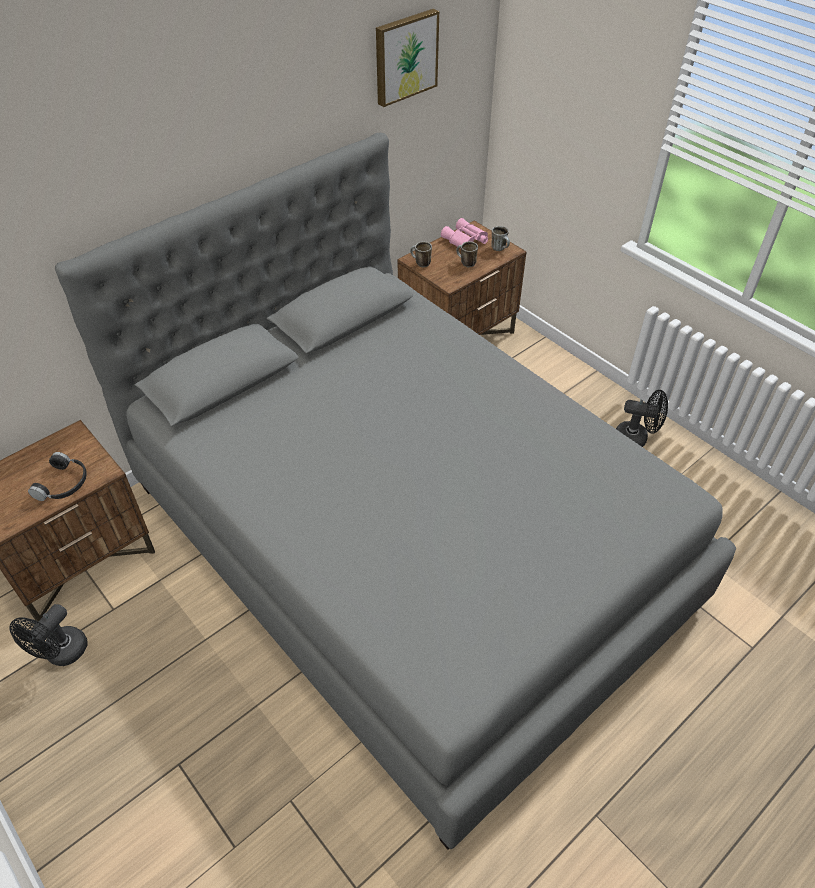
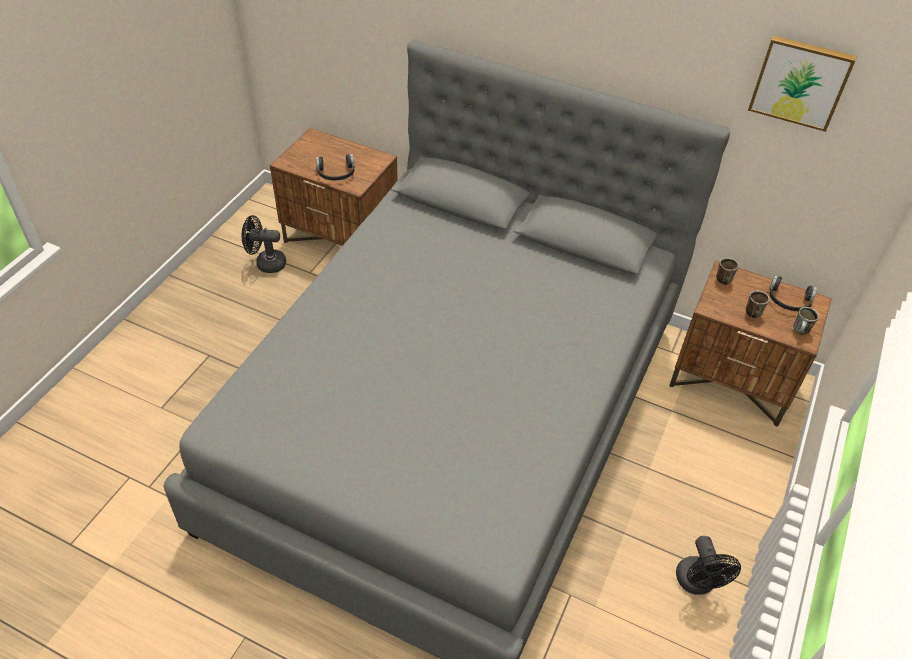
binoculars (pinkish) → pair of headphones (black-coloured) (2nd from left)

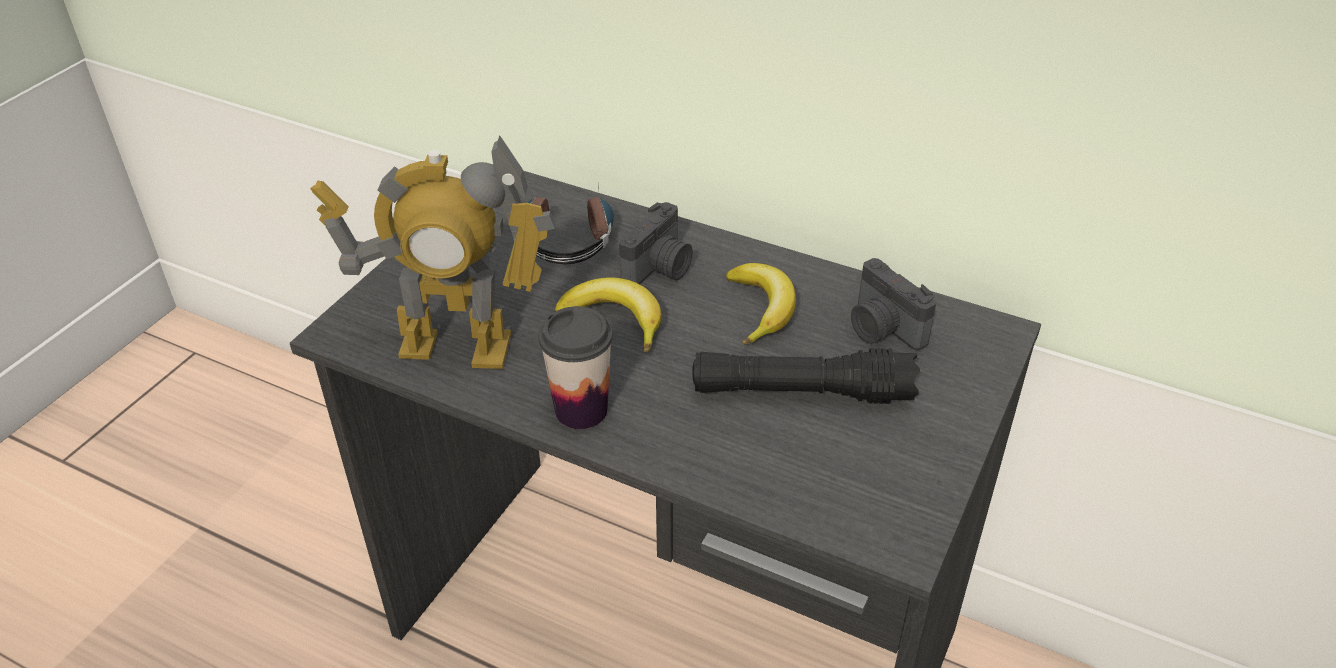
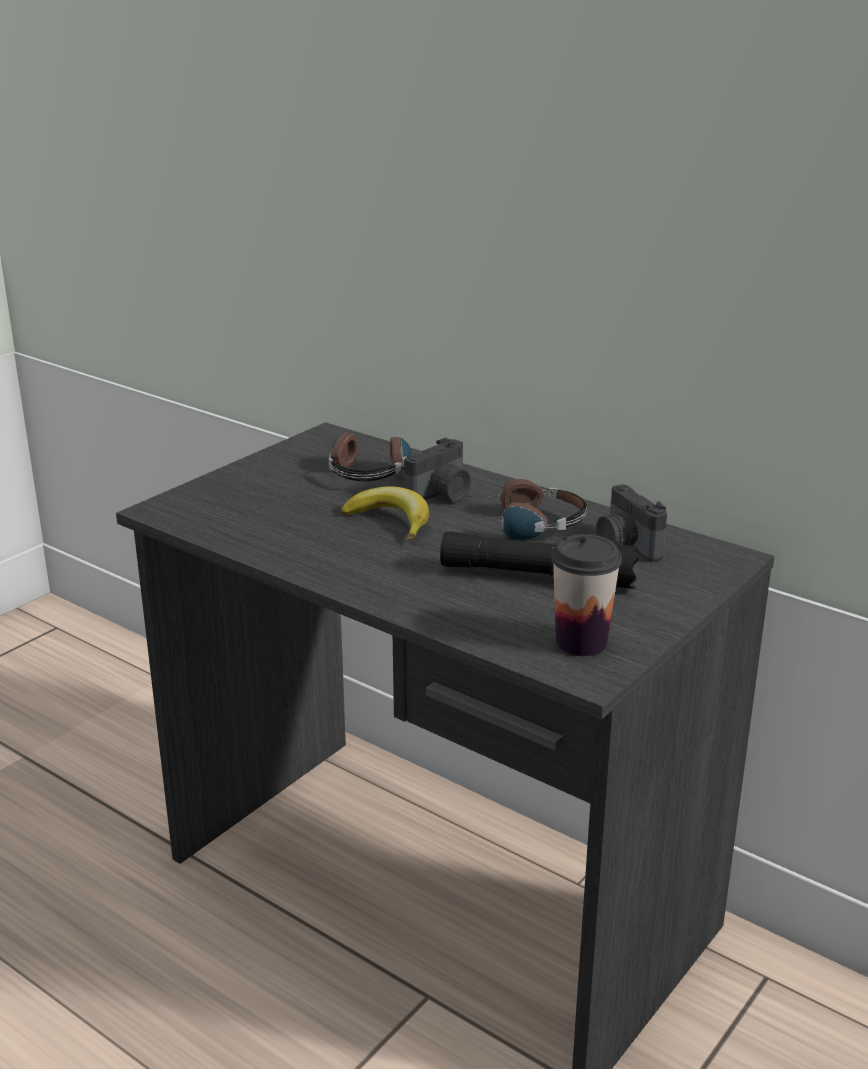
banana (2nd from left) → pair of headphones (2nd from left)
drinking cup, moved
model robot → -

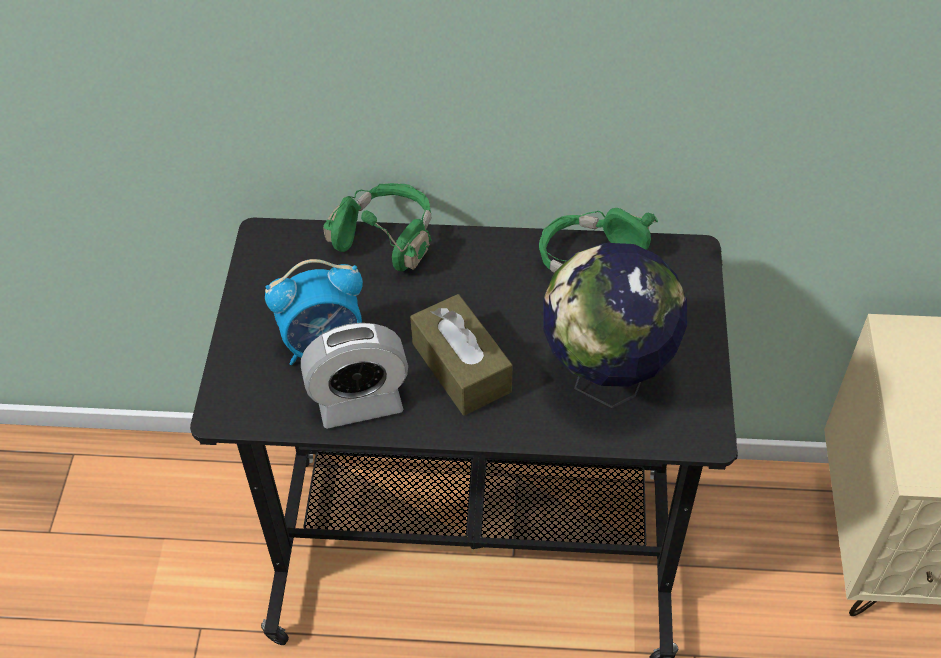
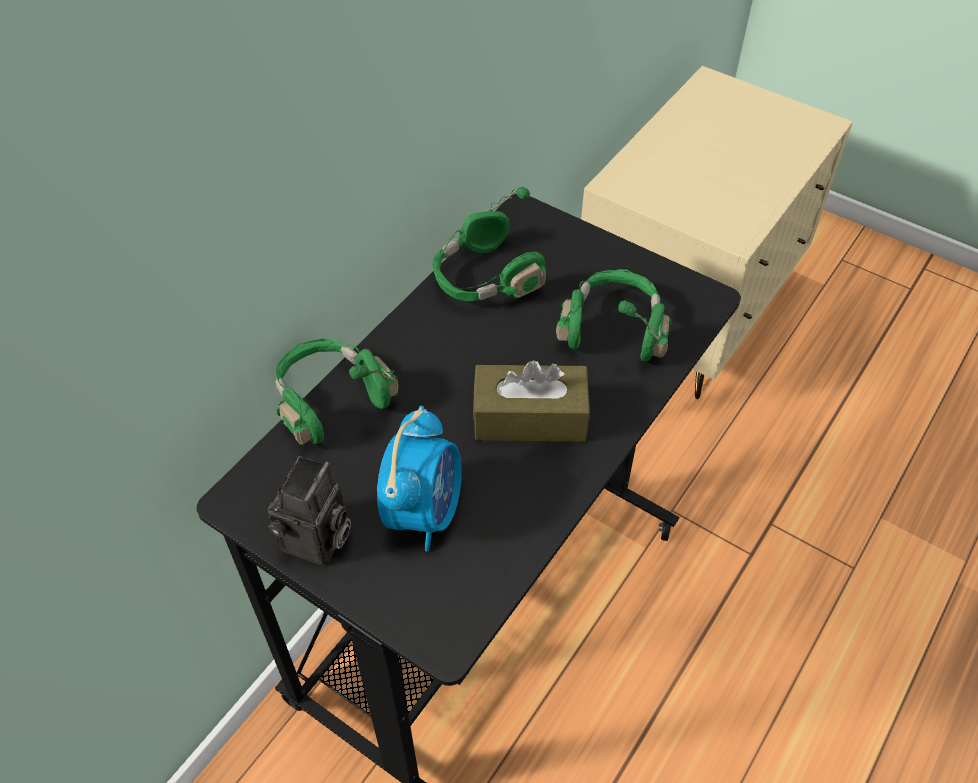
- → photo camera
world globe → pair of headphones (green-coloured) (3rd from left)
table clock (2nd from left) → -

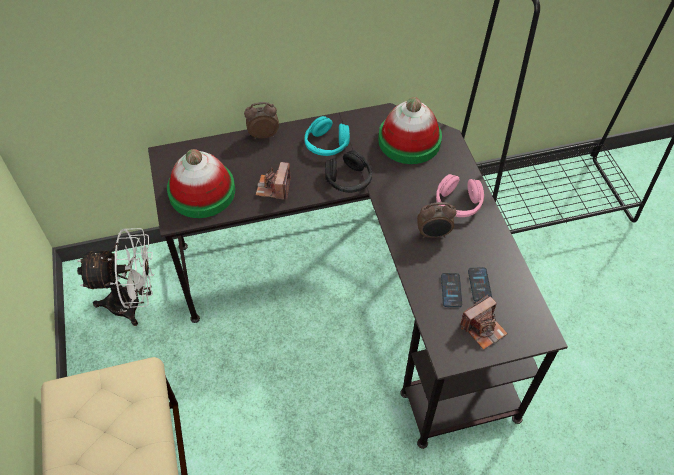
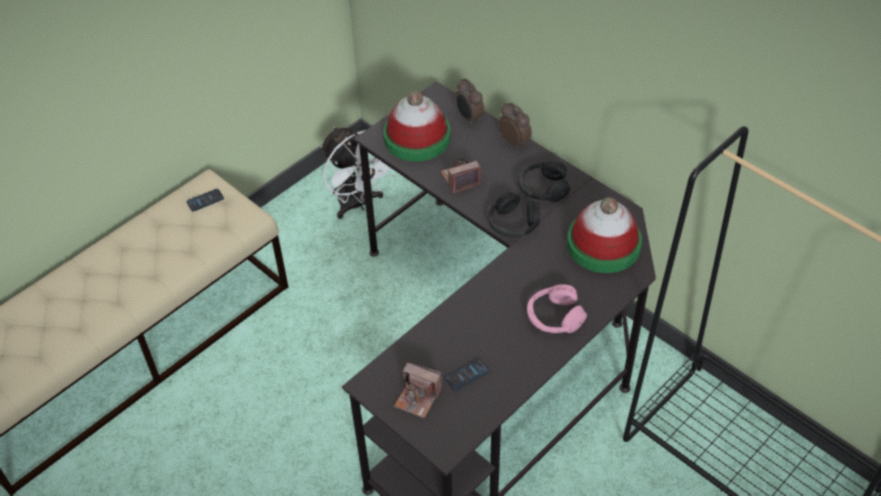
handset (1st from left), moved
table clock (2nd from left in the first image) → table clock (1st from left), moved
pair of headphones (blue-green) → pair of headphones (black-coloured) (2nd from left)

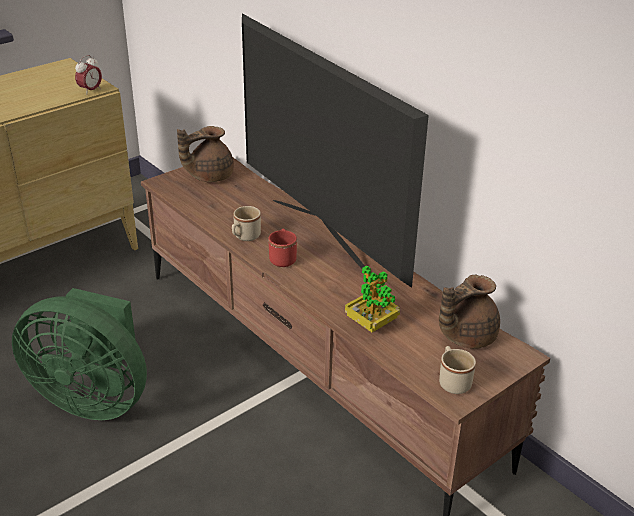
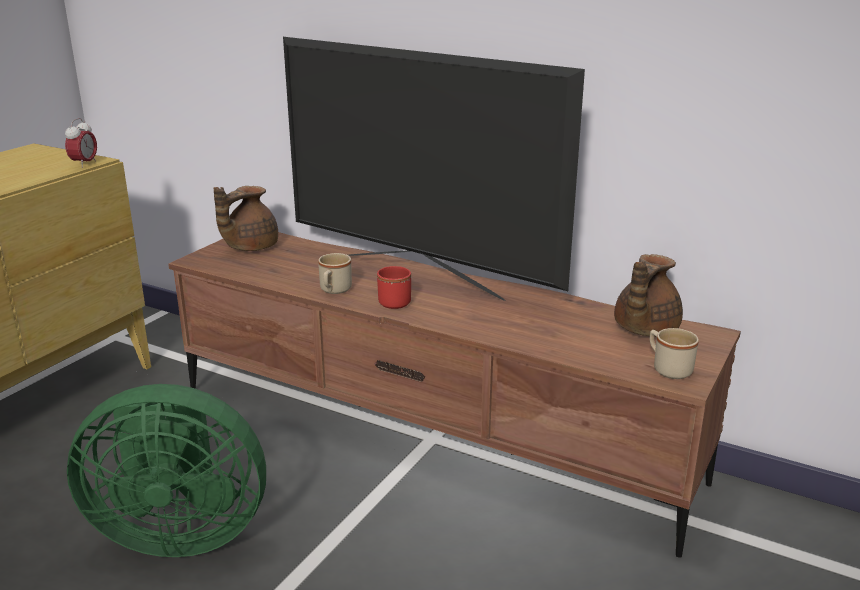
houseplant → -

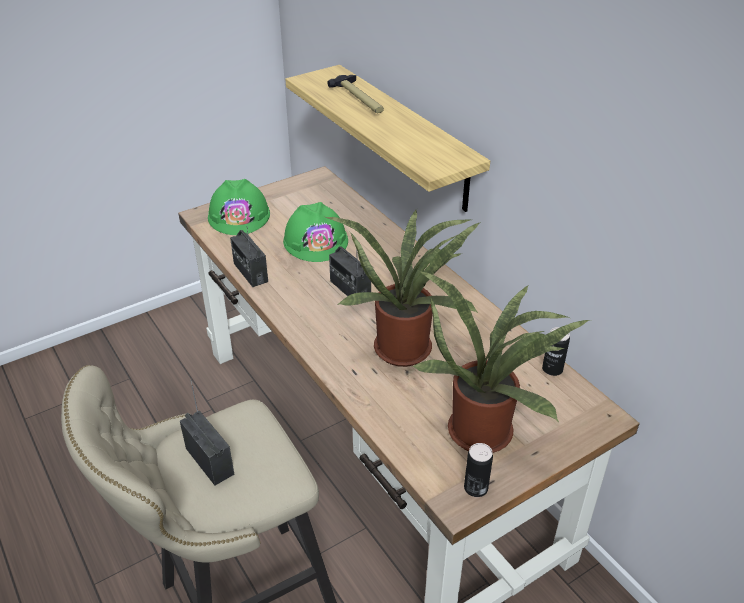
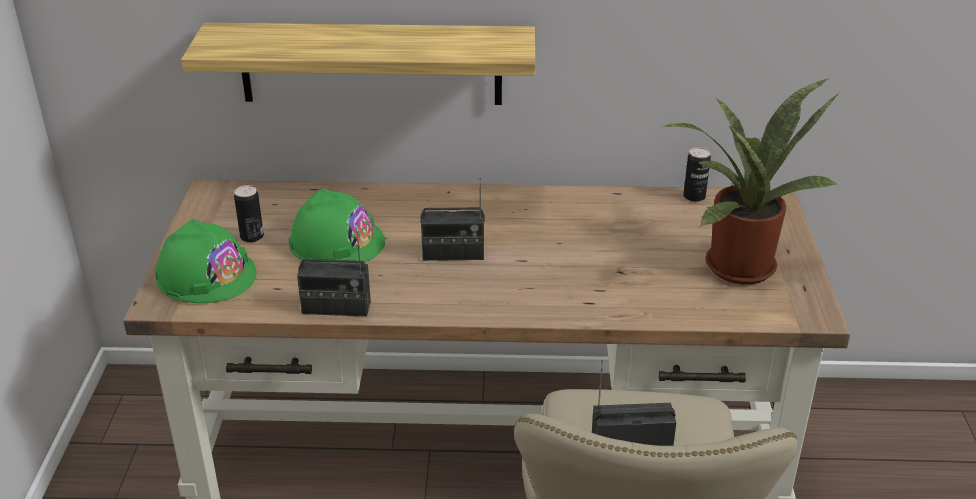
sealed can (1st from left), moved
houseplant (1st from left) → -
hammer → -

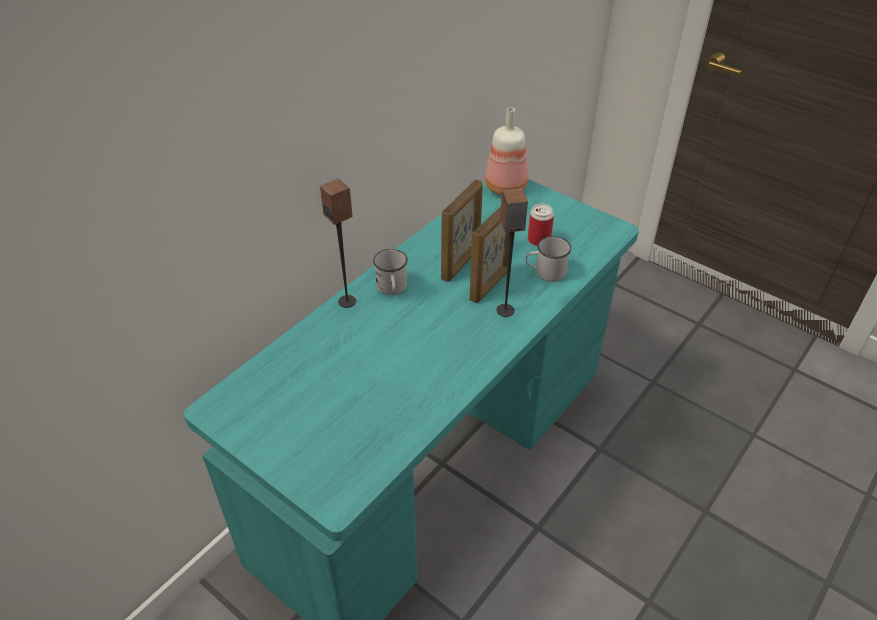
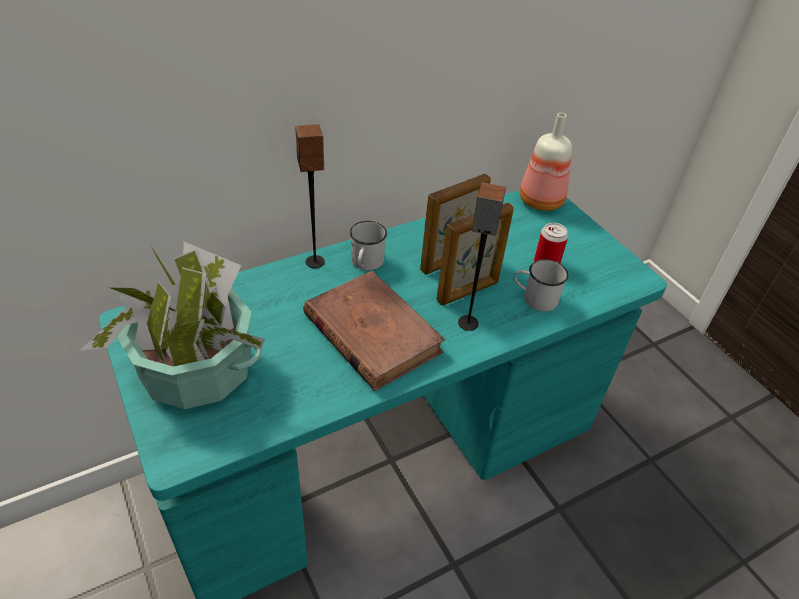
- → houseplant
- → book (brown)

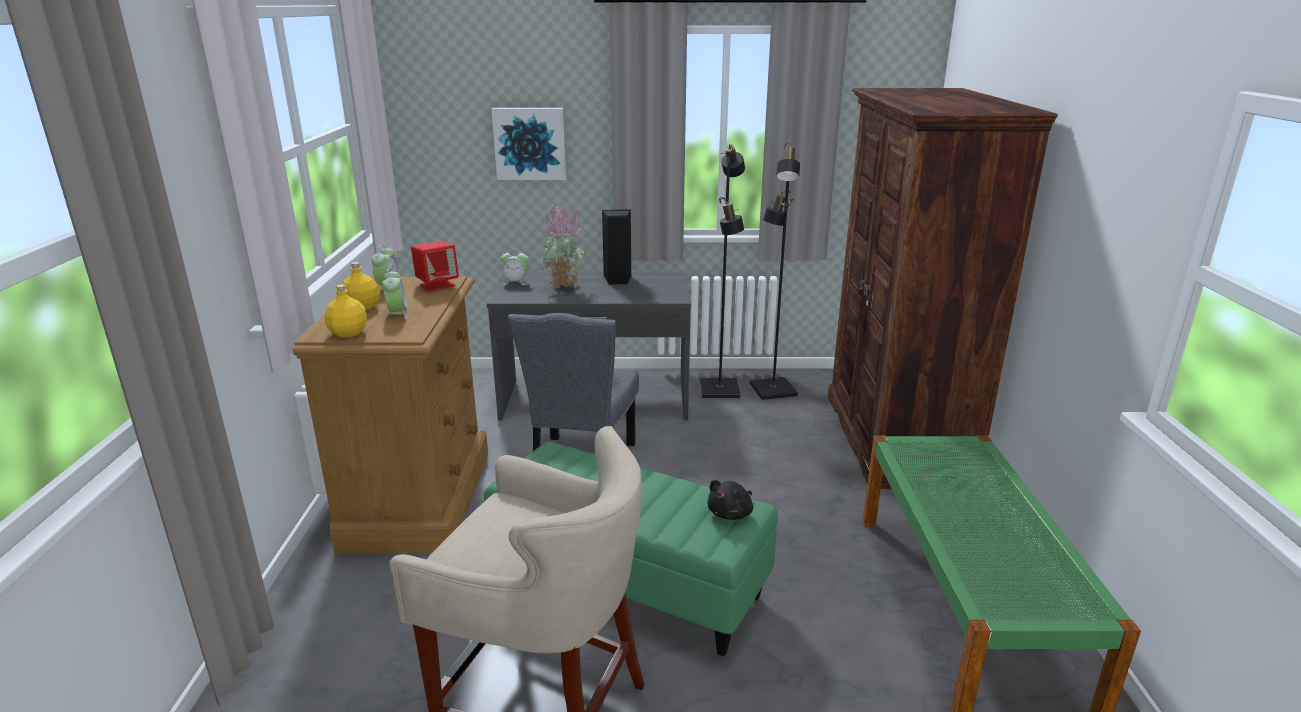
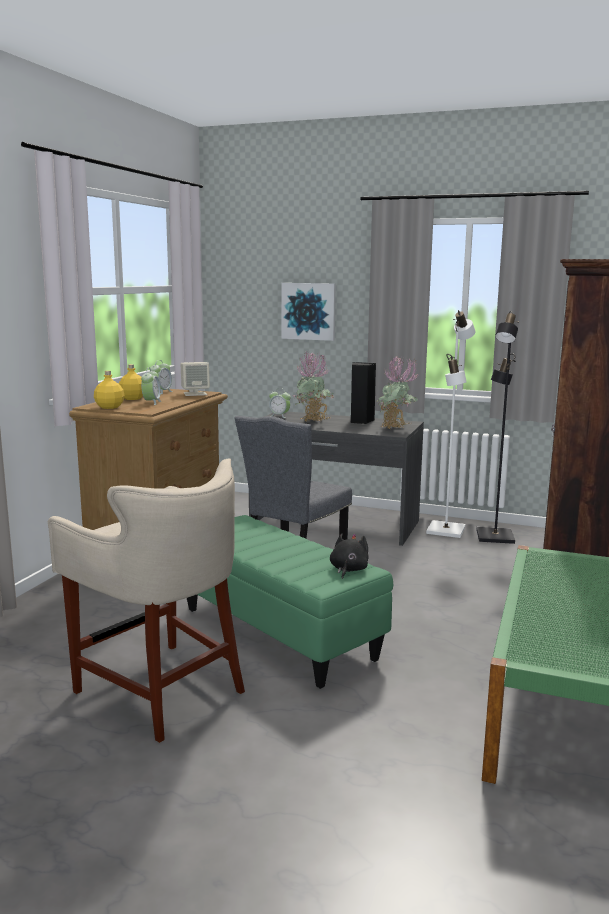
audio speaker (red-coloured) → audio speaker (sand-coloured)
plush toy (black-coloured), 135 degrees clockwise
- → houseplant (2nd from left)
floor lamp (black-coloured) (1st from left) → floor lamp (white)

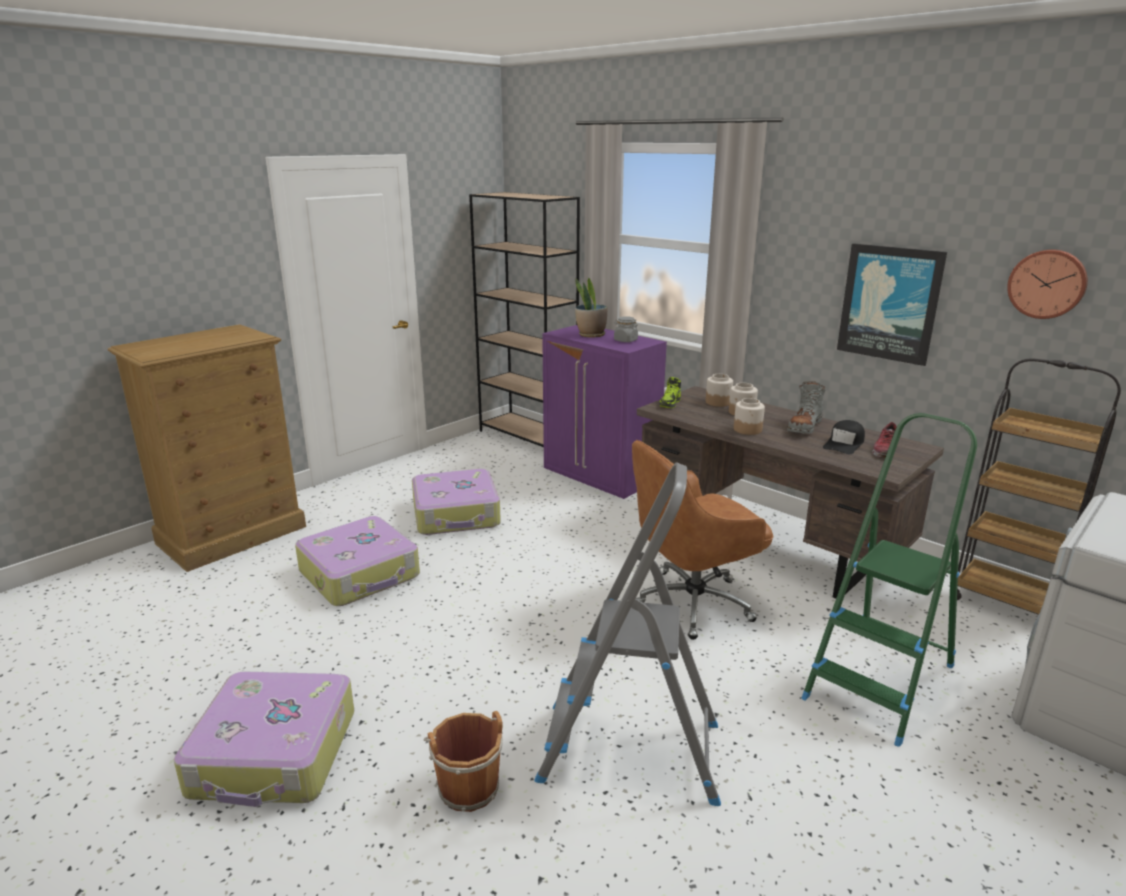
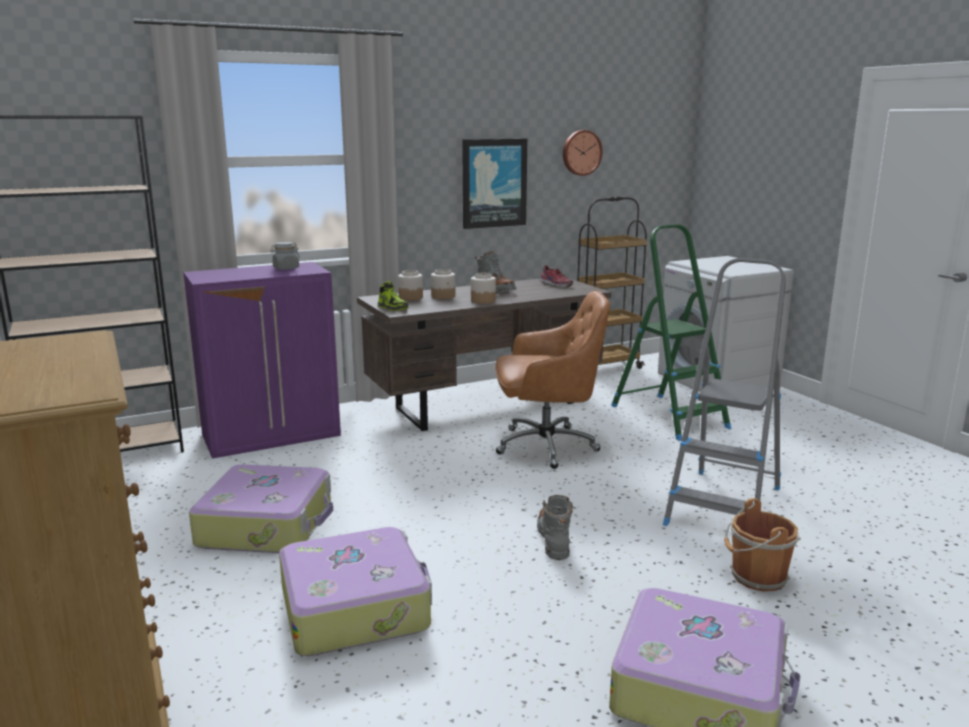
computer chair (brown), 90 degrees counterclockwise
- → tall boot (grey) (2nd from left)
houseplant → -
peaked cap (black-coloured) → -

